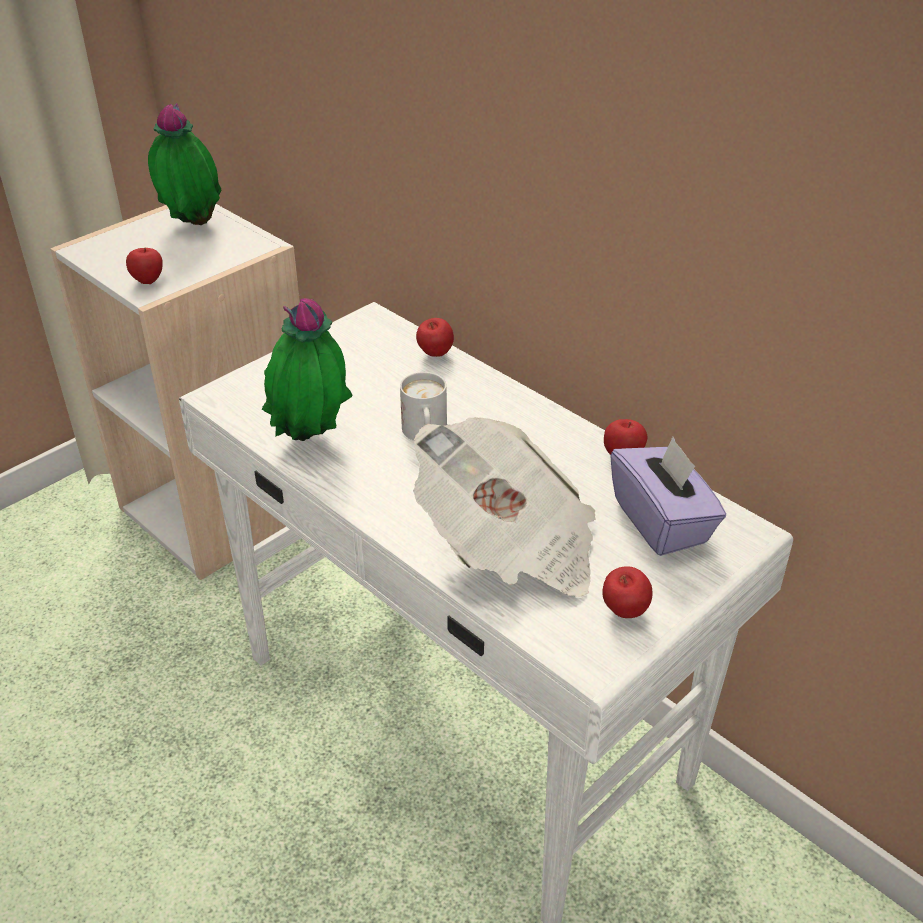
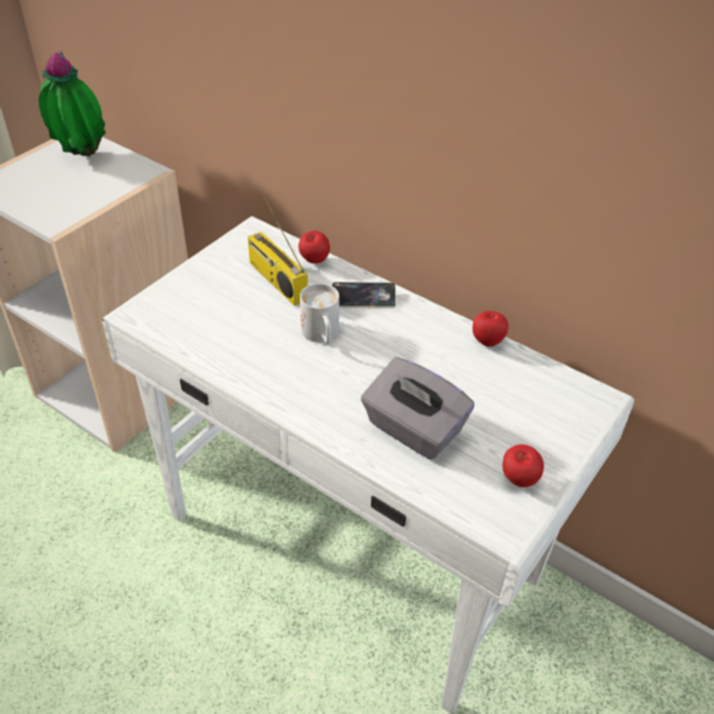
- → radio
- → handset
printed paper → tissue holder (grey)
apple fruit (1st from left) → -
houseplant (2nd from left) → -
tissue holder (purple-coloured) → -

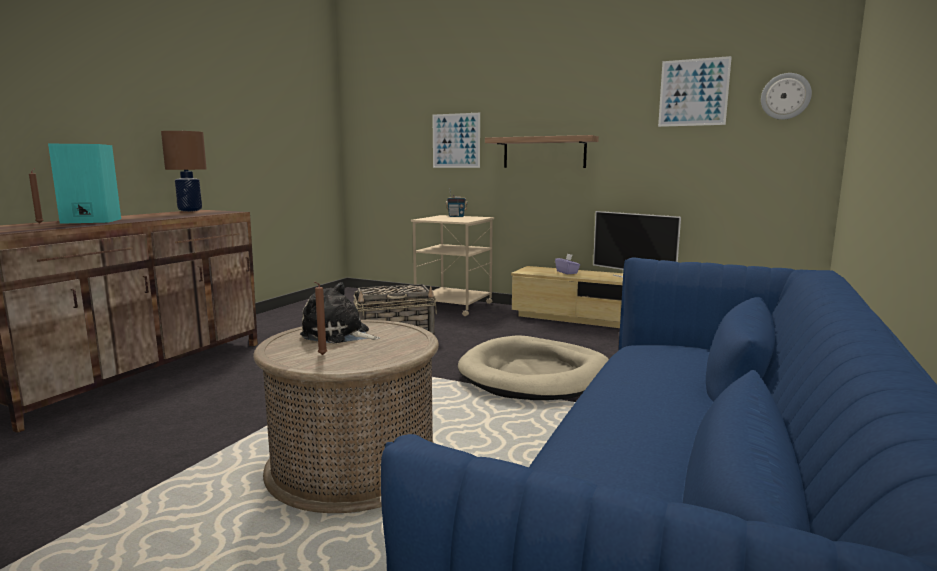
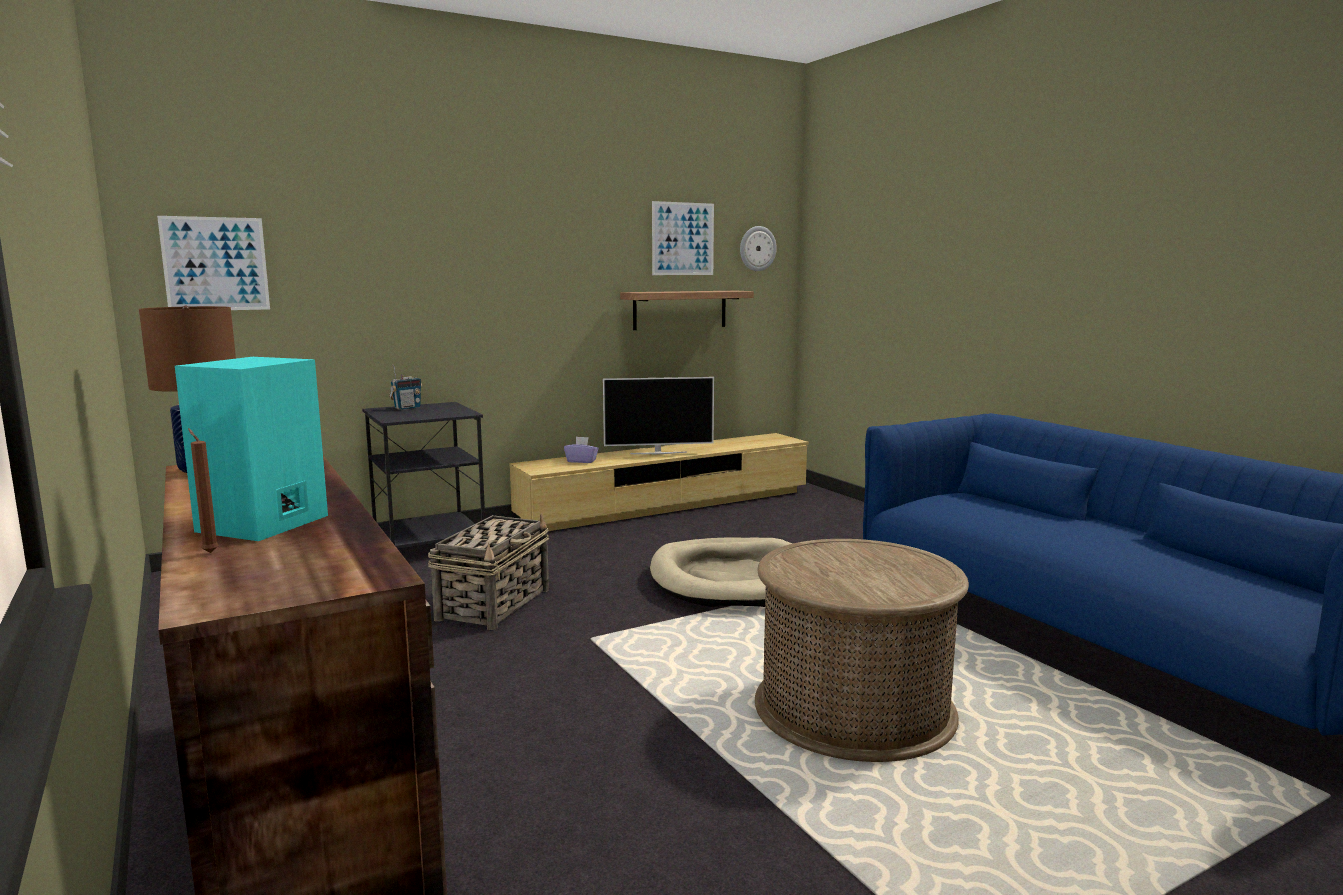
picture (1st from left), moved
trolley (sand-coloured) → trolley (black-coloured)
shelf, moved
plush toy → -
wax light (brown) (2nd from left) → -

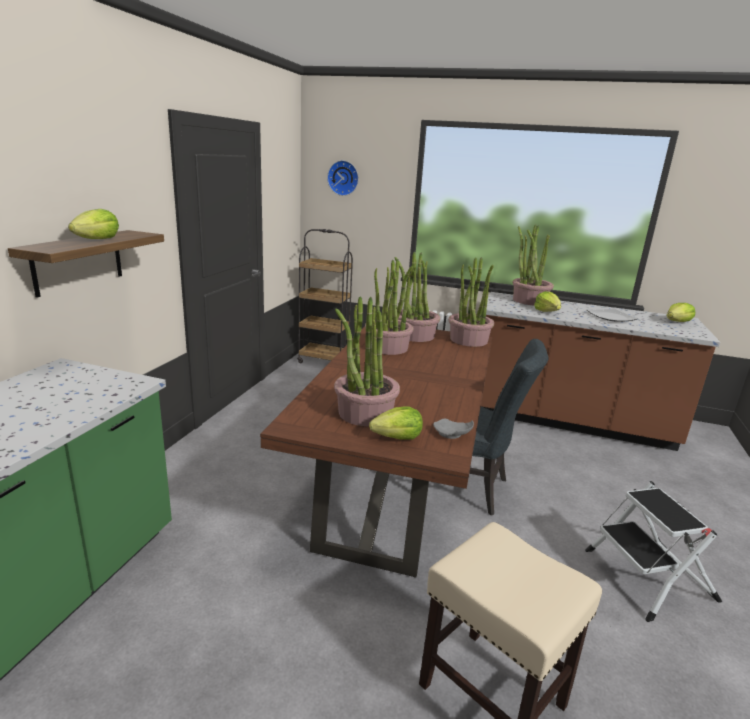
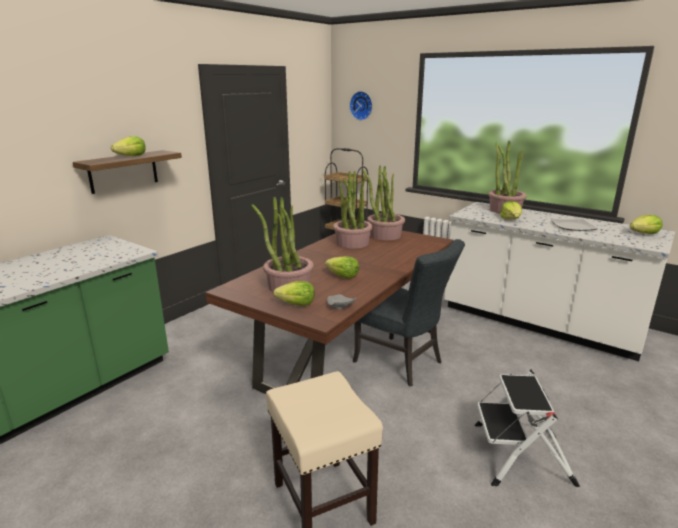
- → lettuce head (3rd from left)
kitchen base unit (brown) → kitchen base unit (white)
houseplant (4th from left) → -

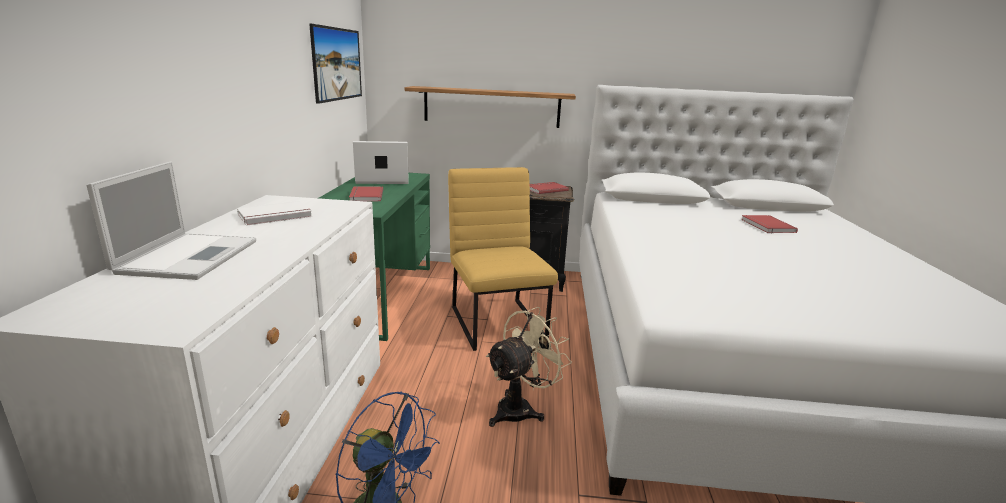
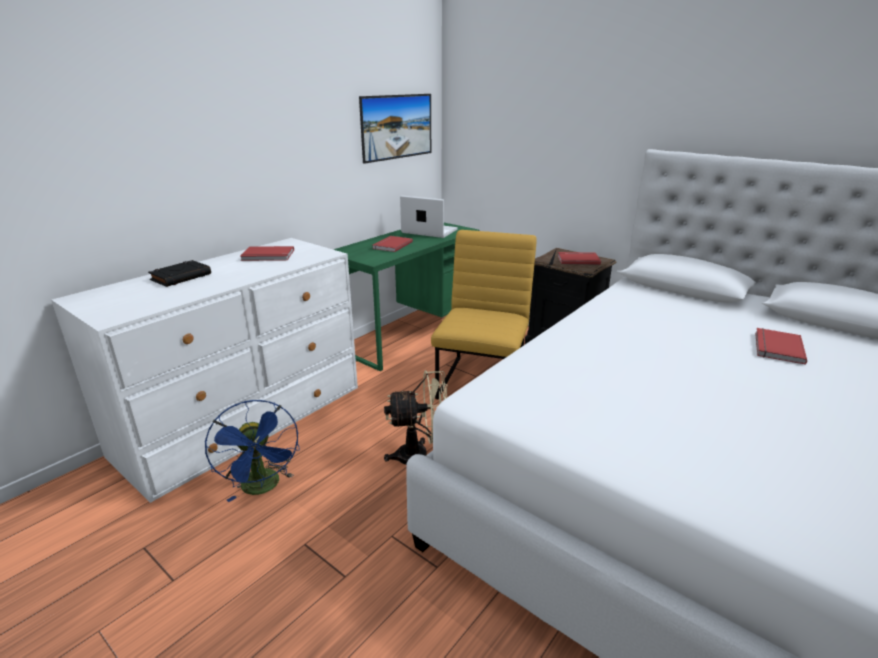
laptop (1st from left) → book (black-coloured)
book (white) → book (red-coloured) (1st from left)
shelf → -

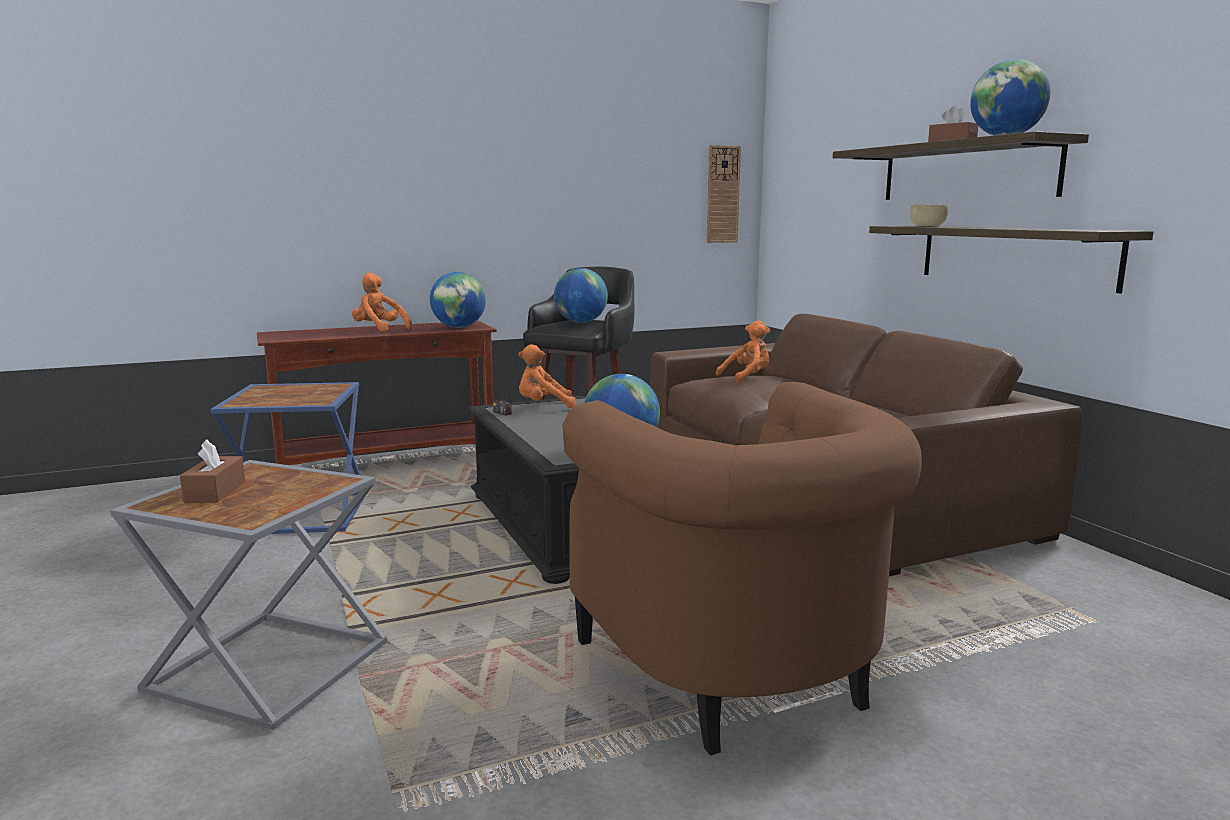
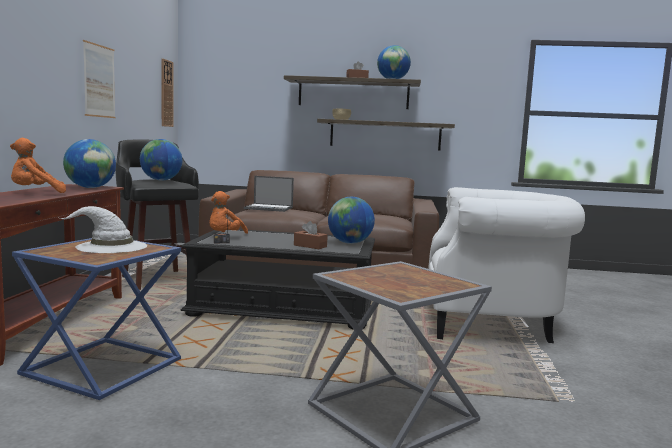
- → hat (white)
- → picture
plush toy (orange-coloured) (3rd from left) → laptop
tissue holder (brown) (1st from left), moved
lounge chair (brown) → lounge chair (white)

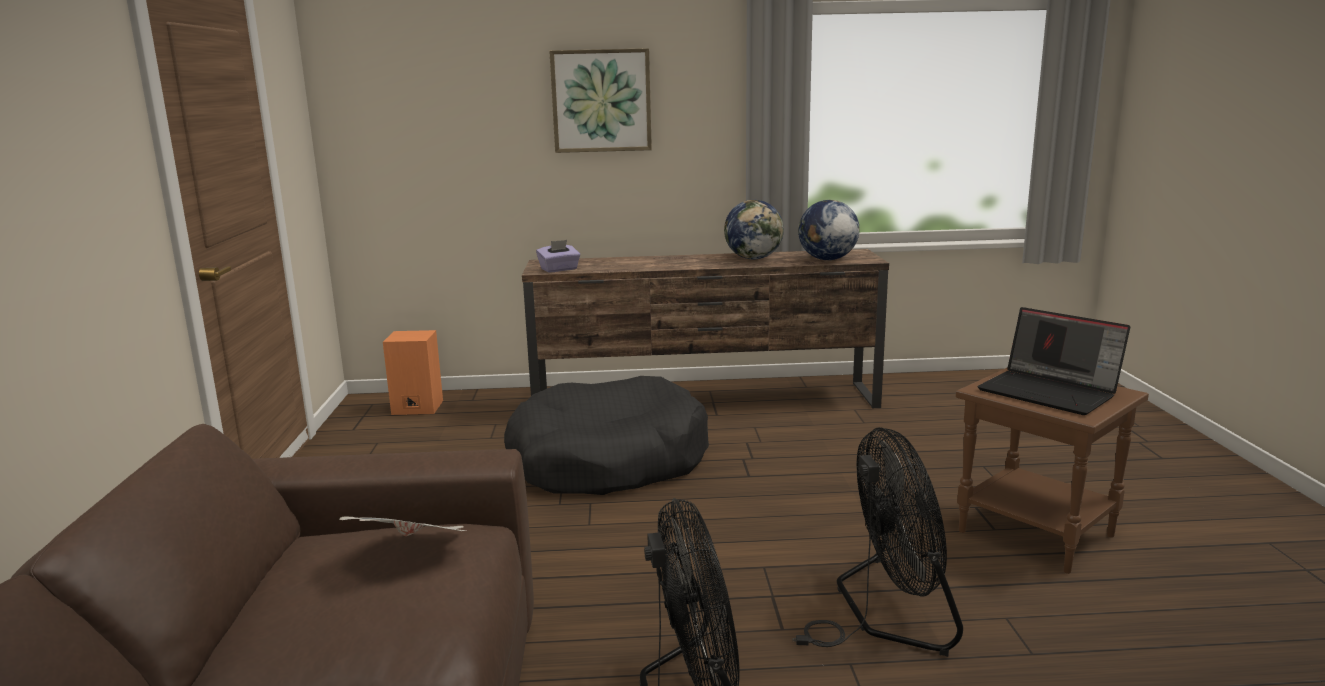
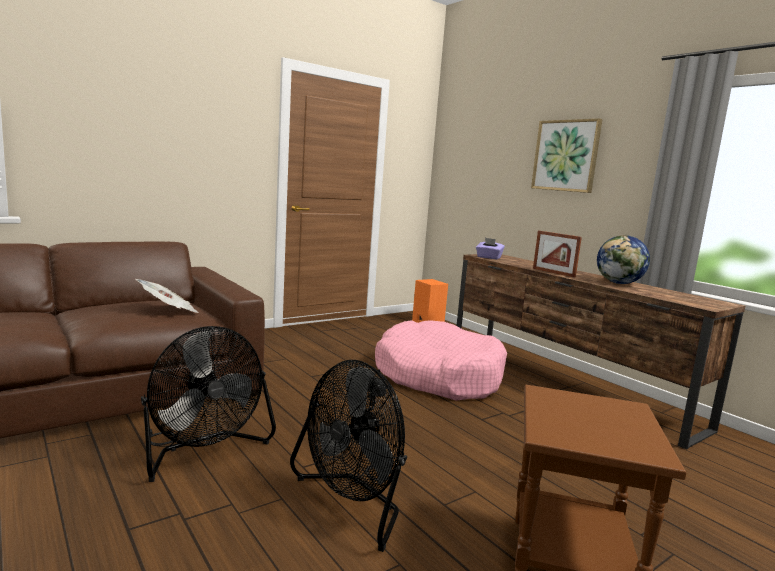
fan (black-coloured) (2nd from left), 90 degrees clockwise
pet bed (black-coloured) → pet bed (pinkish)
- → standing frame
world globe (2nd from left) → -
laptop → -

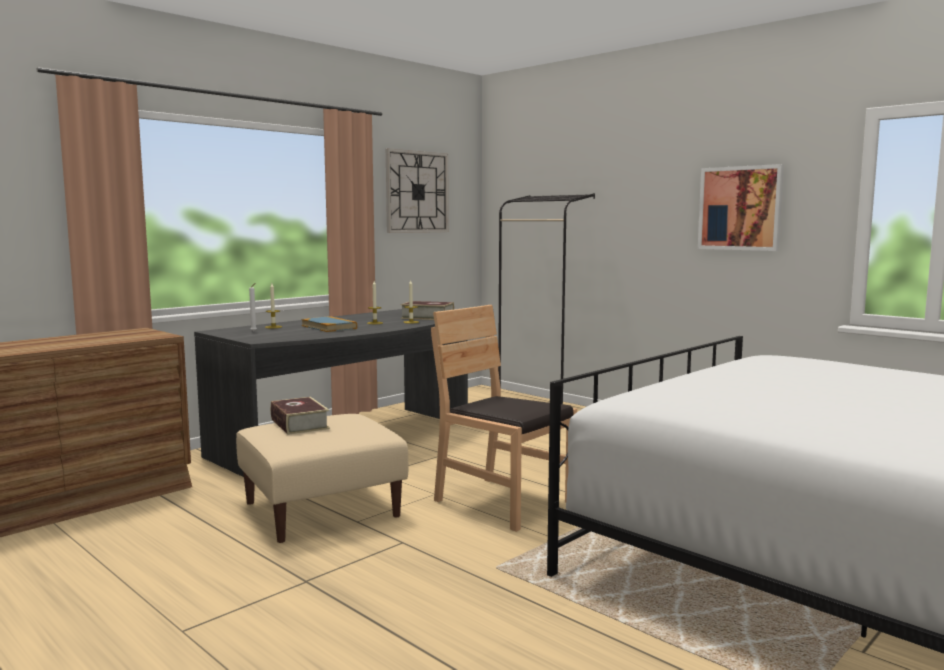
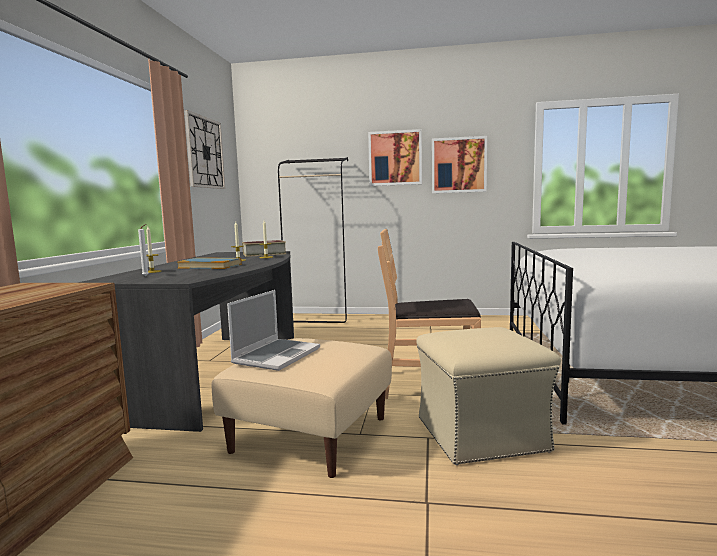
book (1st from left) → laptop
- → picture (1st from left)
- → pouffe (sand-coloured) (2nd from left)

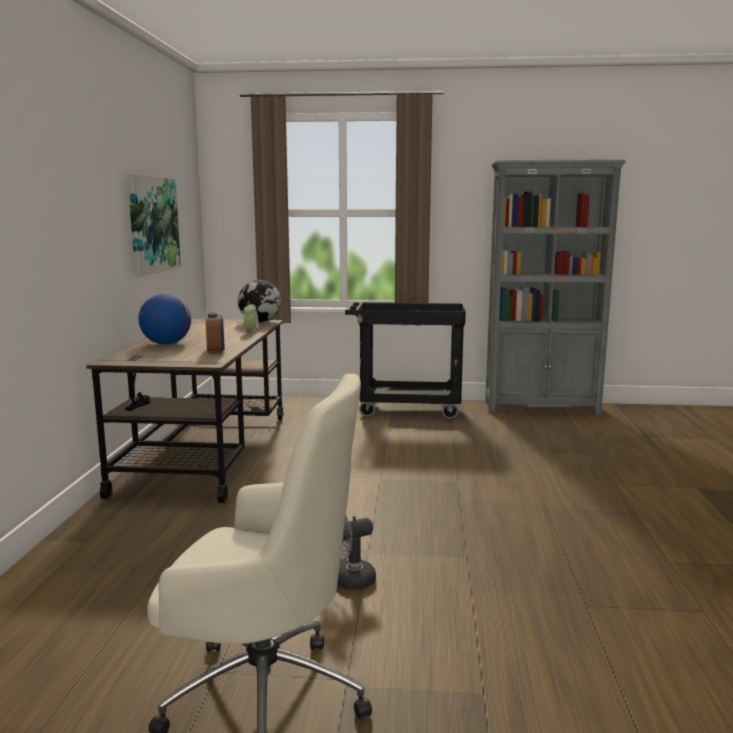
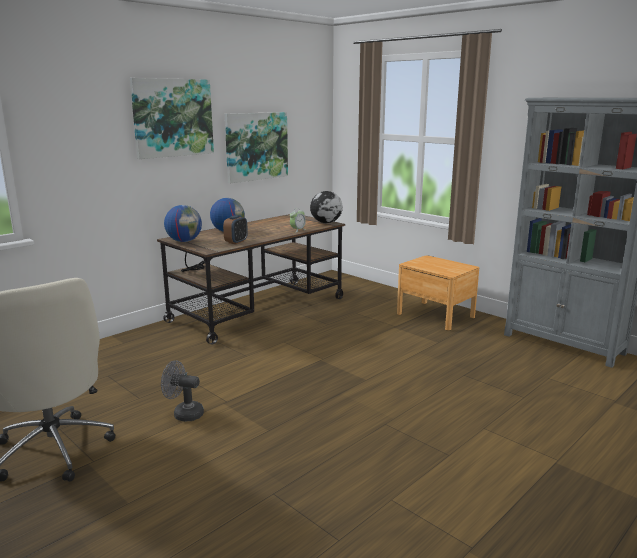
- → picture (1st from left)
- → world globe (1st from left)
trolley (black-coloured) → bedside table (brown)

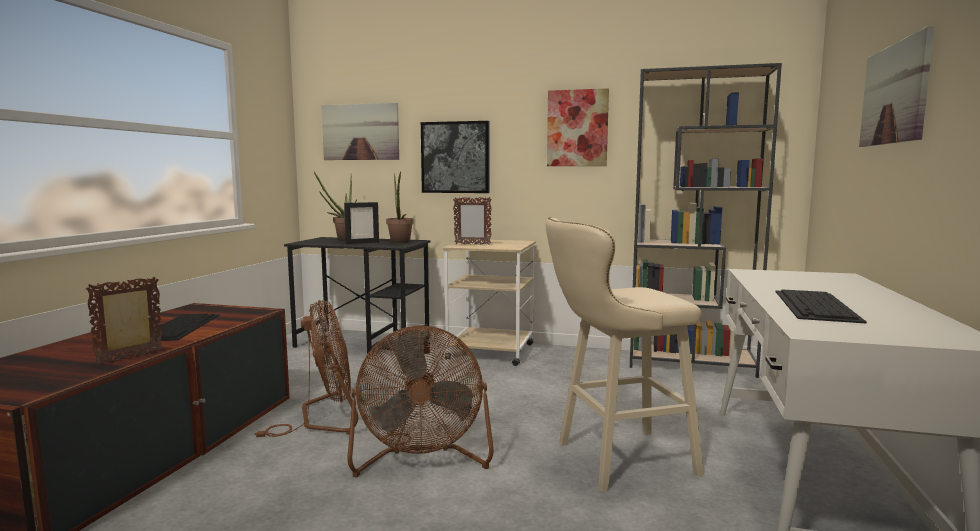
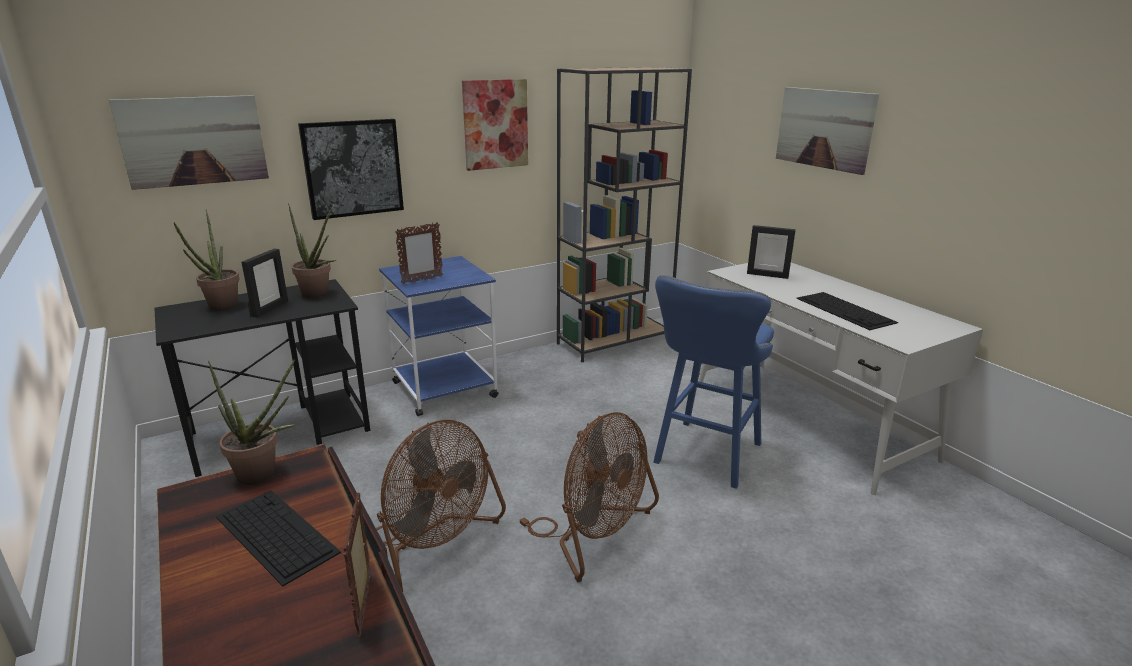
- → houseplant (2nd from left)
fan (brown) (1st from left), 105 degrees clockwise
trolley (sand-coloured) → trolley (blue-coloured)
stool (sand-coloured) → stool (blue-coloured)
- → standing frame (4th from left)

